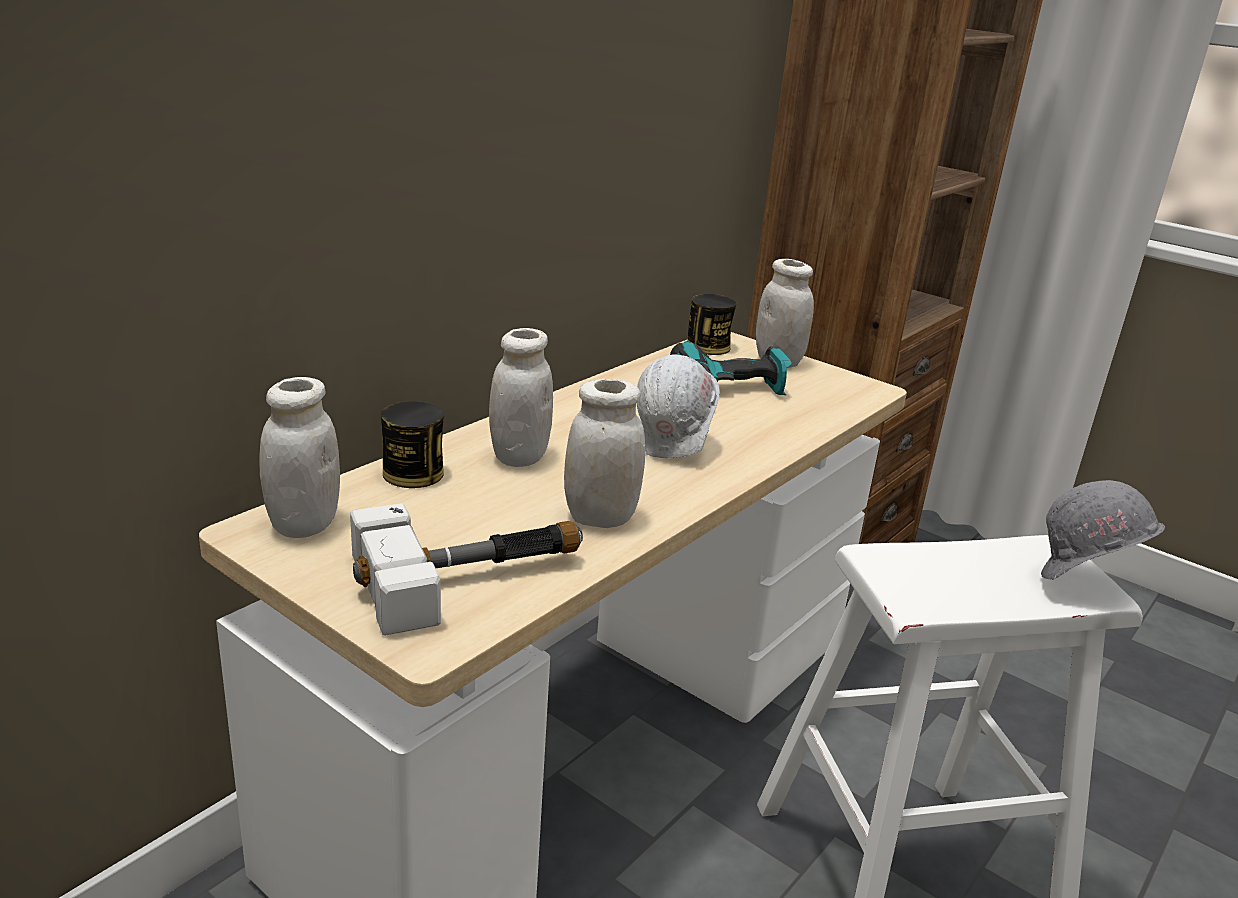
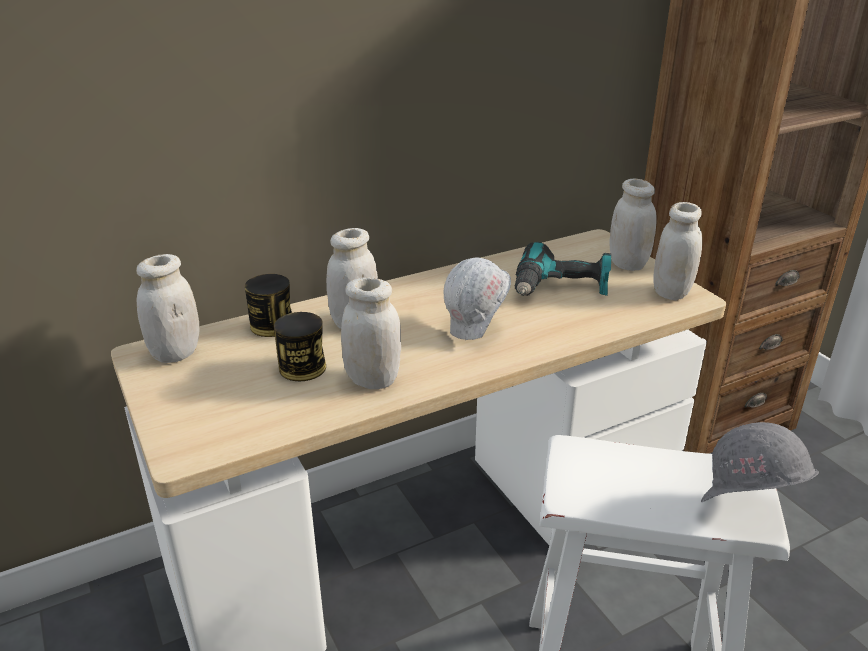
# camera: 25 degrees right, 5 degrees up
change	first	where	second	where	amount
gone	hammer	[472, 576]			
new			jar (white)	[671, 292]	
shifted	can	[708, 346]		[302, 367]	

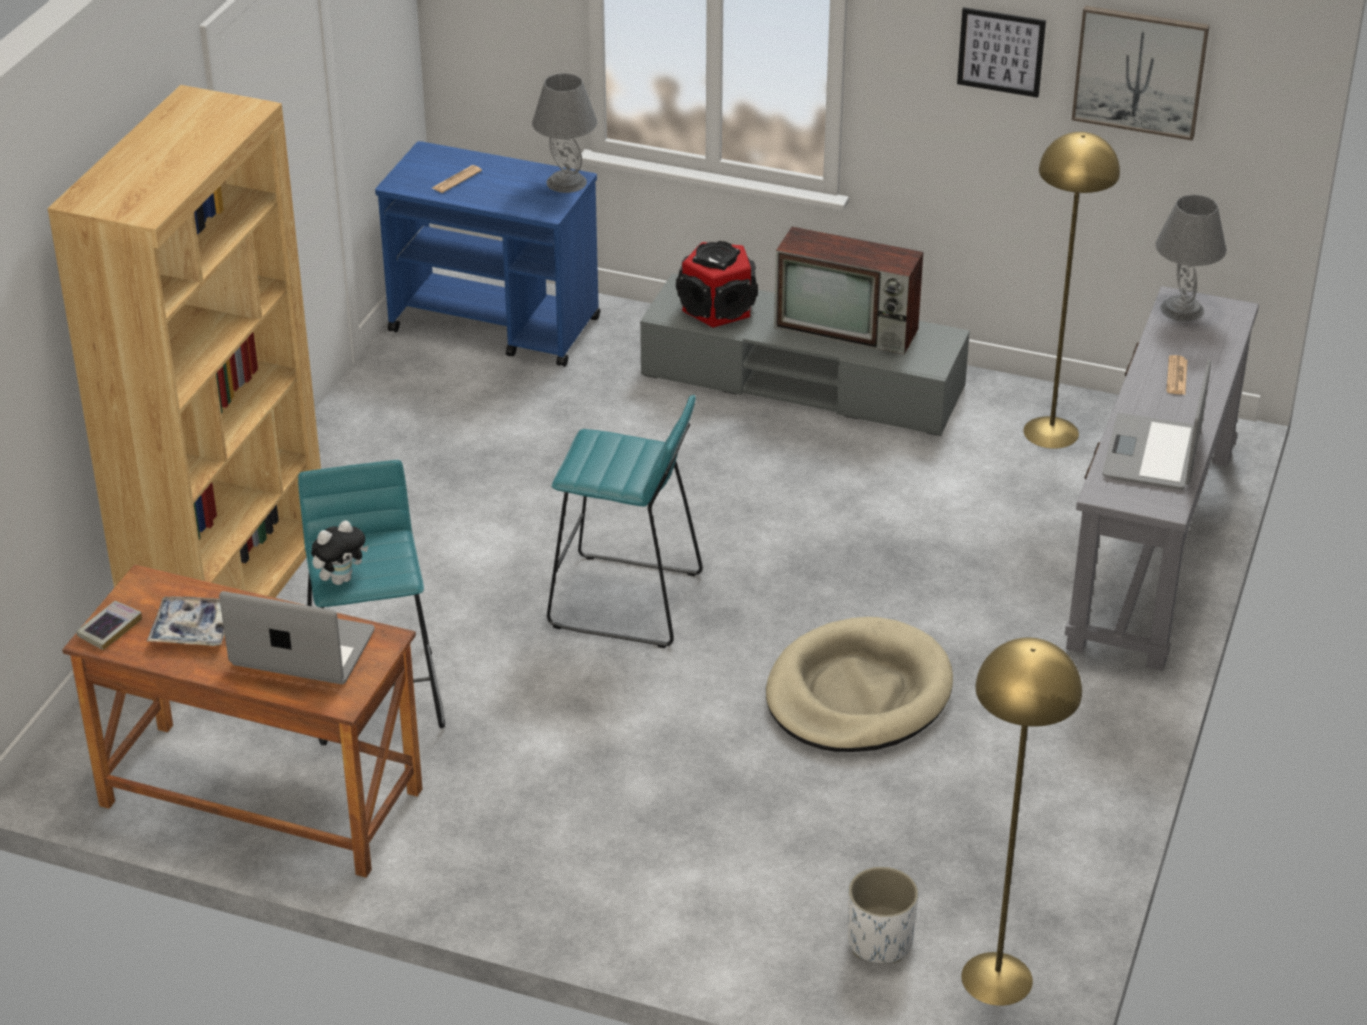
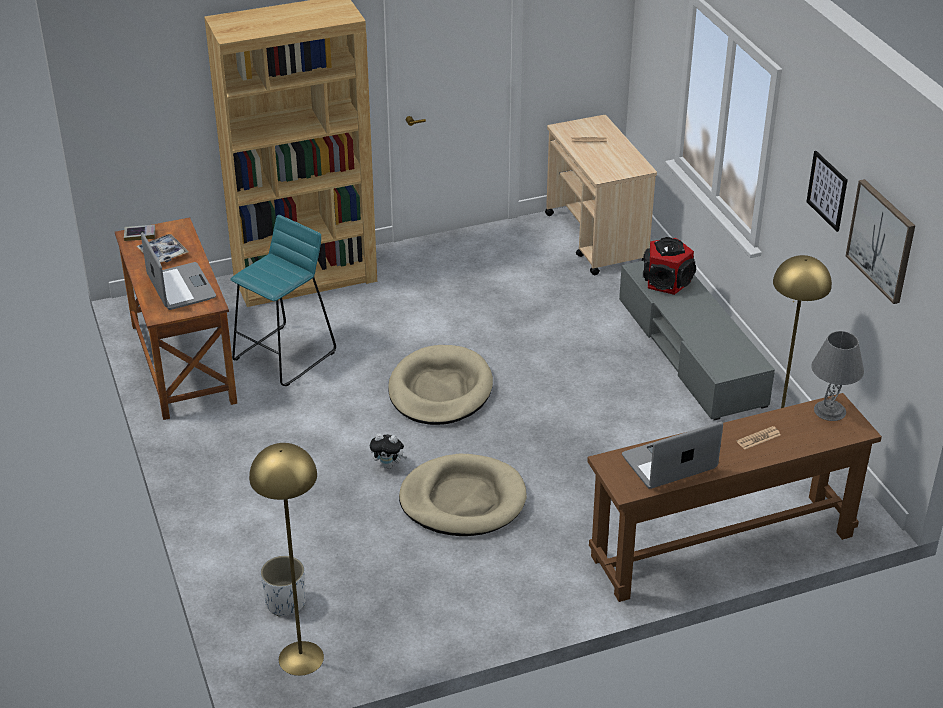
# camera: 50 degrees right, 0 degrees up
change	first	where	second	where	amount
gone	table lamp (grey)	[566, 182]			
gone	television	[849, 328]			
shifted	plush toy	[341, 579]		[388, 465]	
swapped	stool (turquoise)	[626, 601]	dog bed (beige)	[440, 390]	
repainted	cart (blue)	[496, 325]	cart (beige)	[596, 239]	
repainted	console table (grey)	[1151, 548]	console table (brown)	[722, 546]	

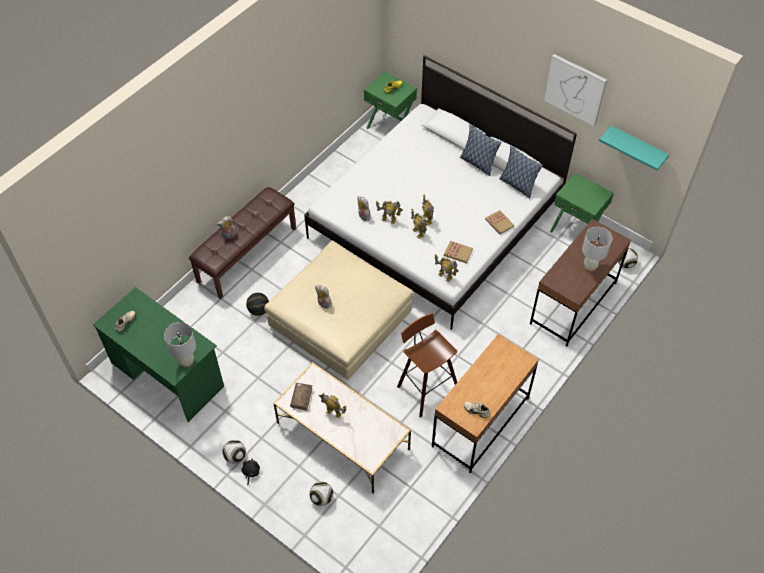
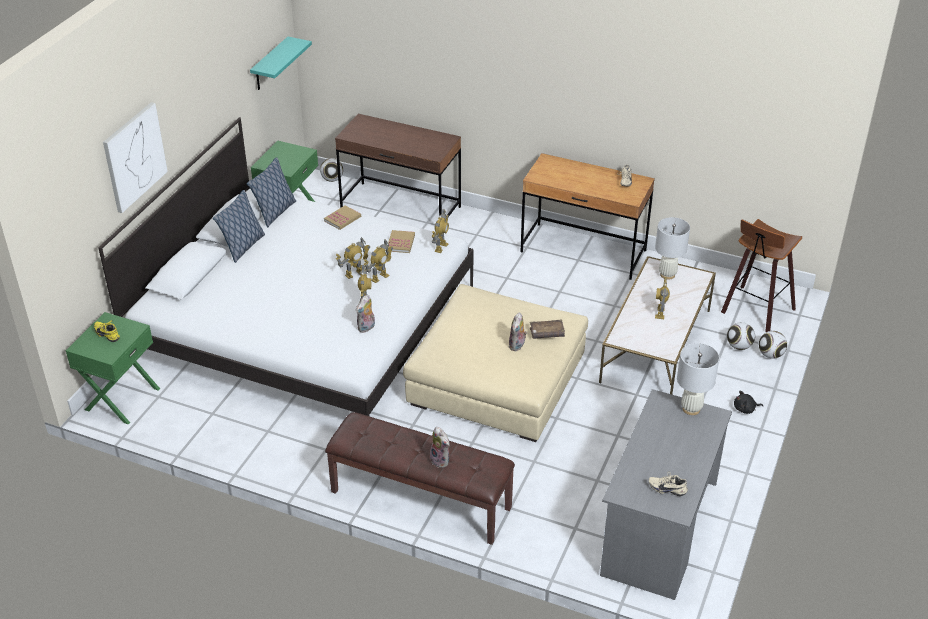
# camera: 105 degrees left, 15 degrees down
change	first	where	second	where	amount
gone	basketball	[258, 310]			
shifted	football	[235, 456]		[770, 355]	
shifted	book (brown)	[301, 398]		[547, 333]	
shifted	stool	[425, 388]		[755, 311]	
shifted	picture	[575, 89]		[134, 157]	
shifted	table lamp (white)	[590, 266]		[667, 274]	
repainted	desk (green)	[167, 374]	desk (grey)	[659, 529]	

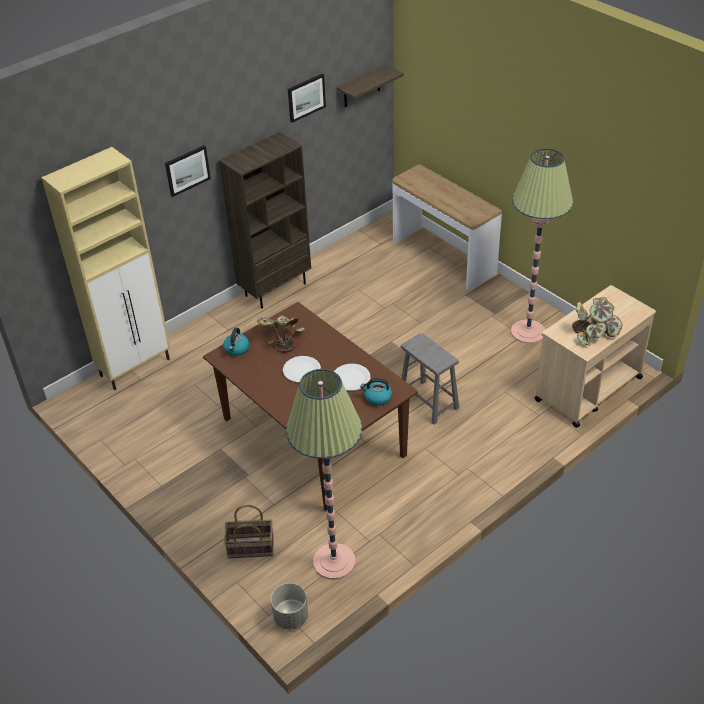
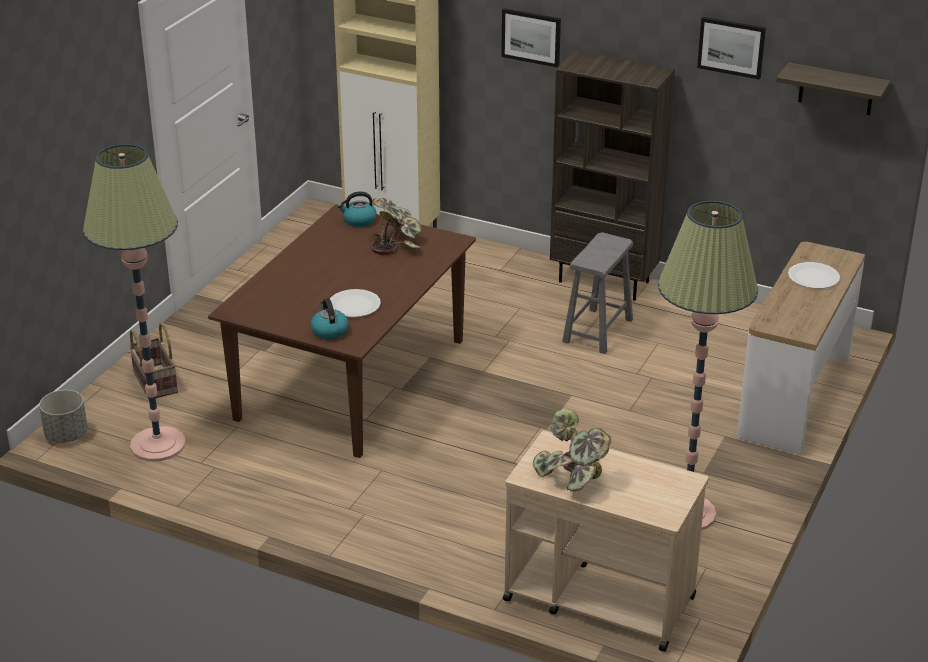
# camera: 65 degrees right, 10 degrees down
change	first	where	second	where	amount
shifted	plate (white)	[301, 370]		[813, 277]	
shifted	stool (grey)	[428, 402]		[598, 331]	

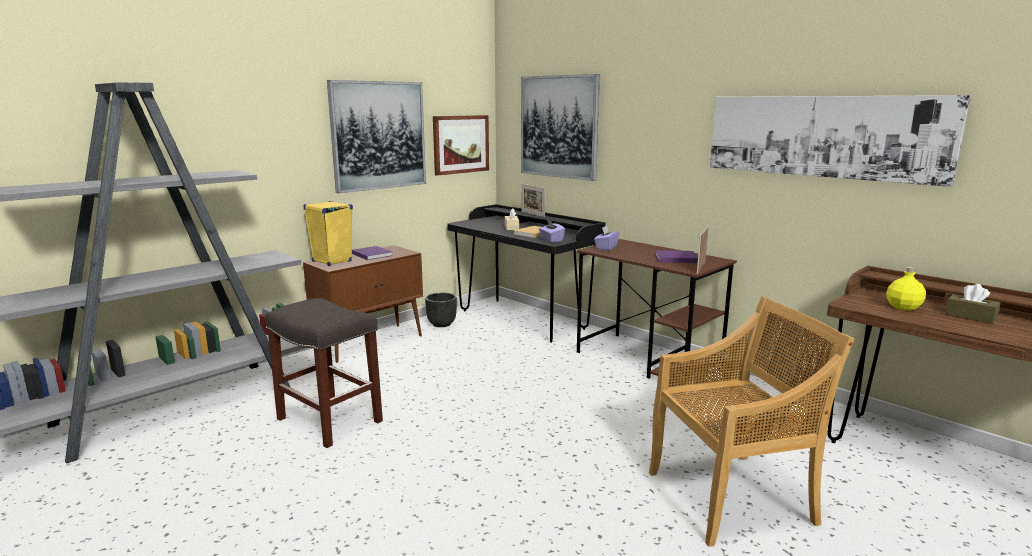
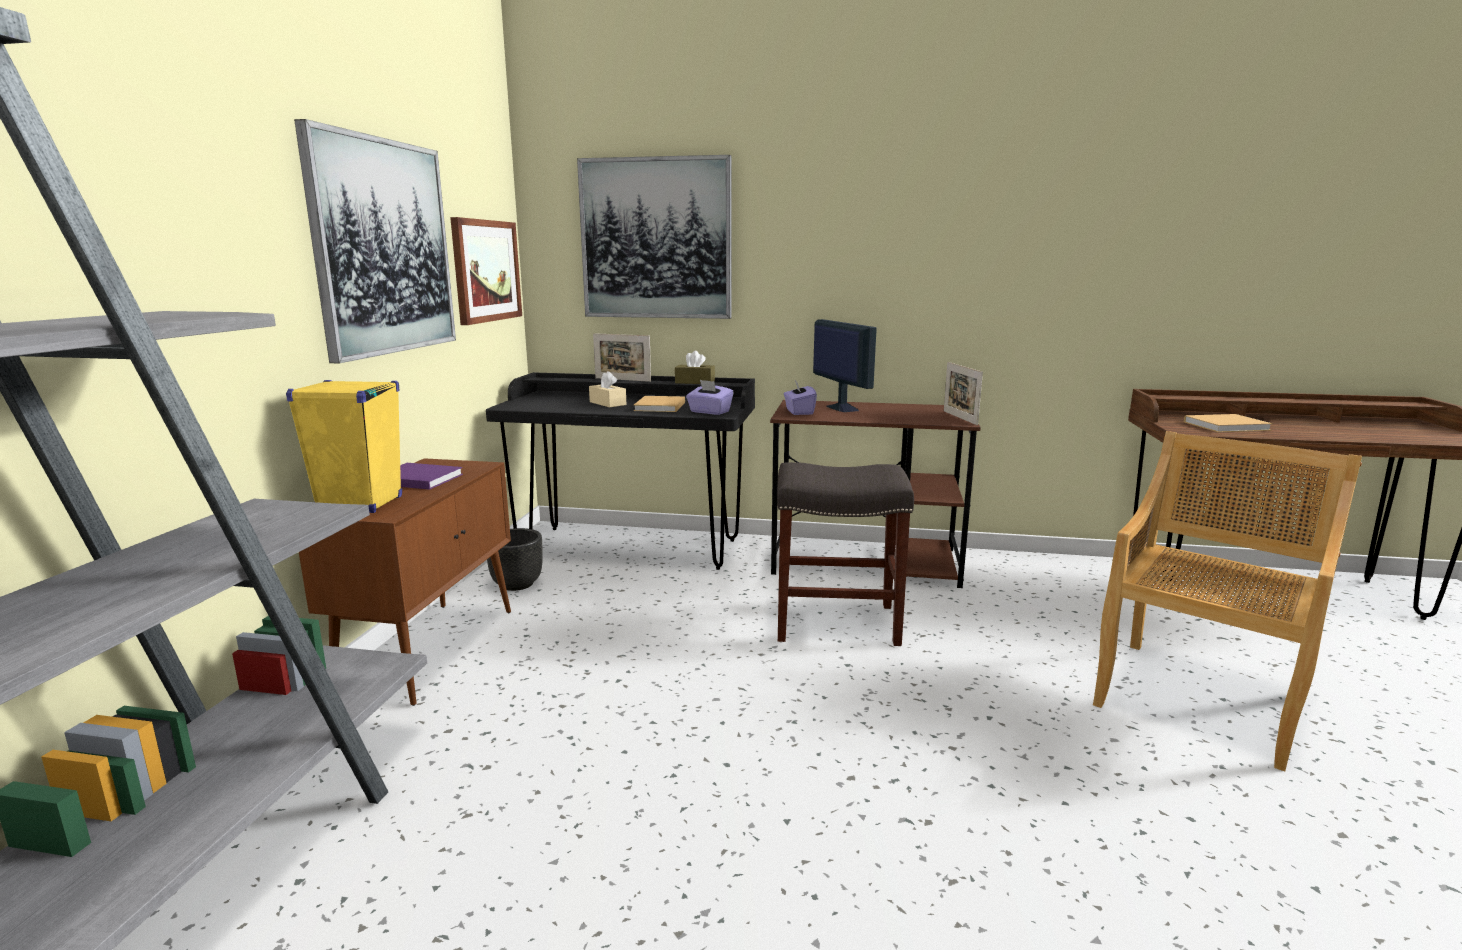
# camera: 35 degrees left, 0 degrees up
change	first	where	second	where	amount
gone	book (purple)	[675, 258]			
gone	picture	[822, 136]			
new			monitor	[841, 408]	
shifted	stool (grey)	[328, 420]		[834, 623]	
shifted	tissue box (brown)	[970, 316]		[695, 382]	
swapped	bottle (yellow)	[904, 307]	book (beige)	[1228, 426]	

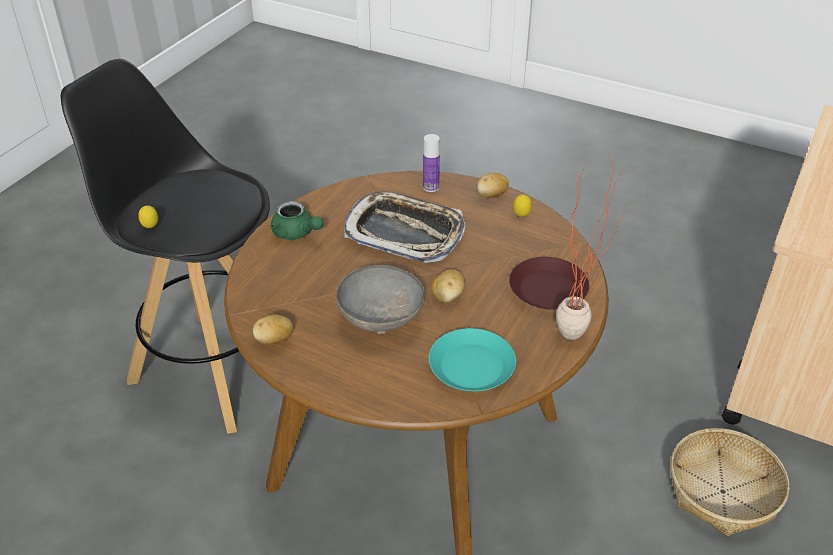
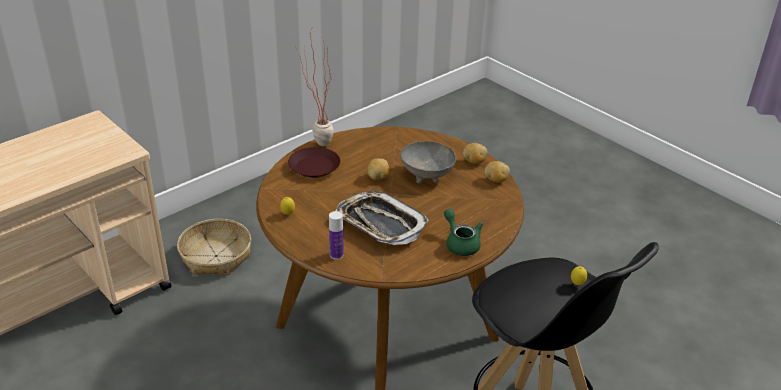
# camera: 160 degrees left, 5 degrees down
change	first	where	second	where	amount
gone	plate (turquoise)	[471, 366]			
shifted	potato	[491, 196]		[474, 161]	

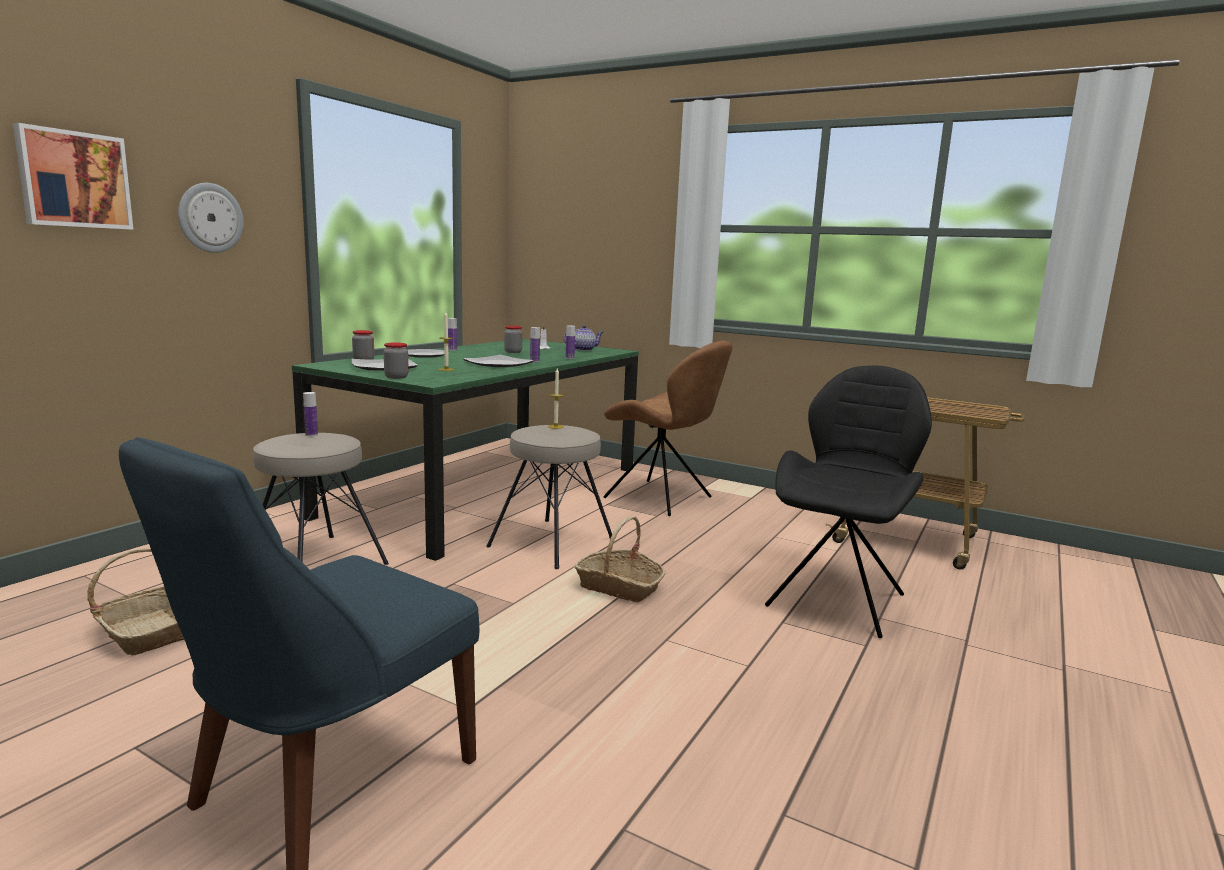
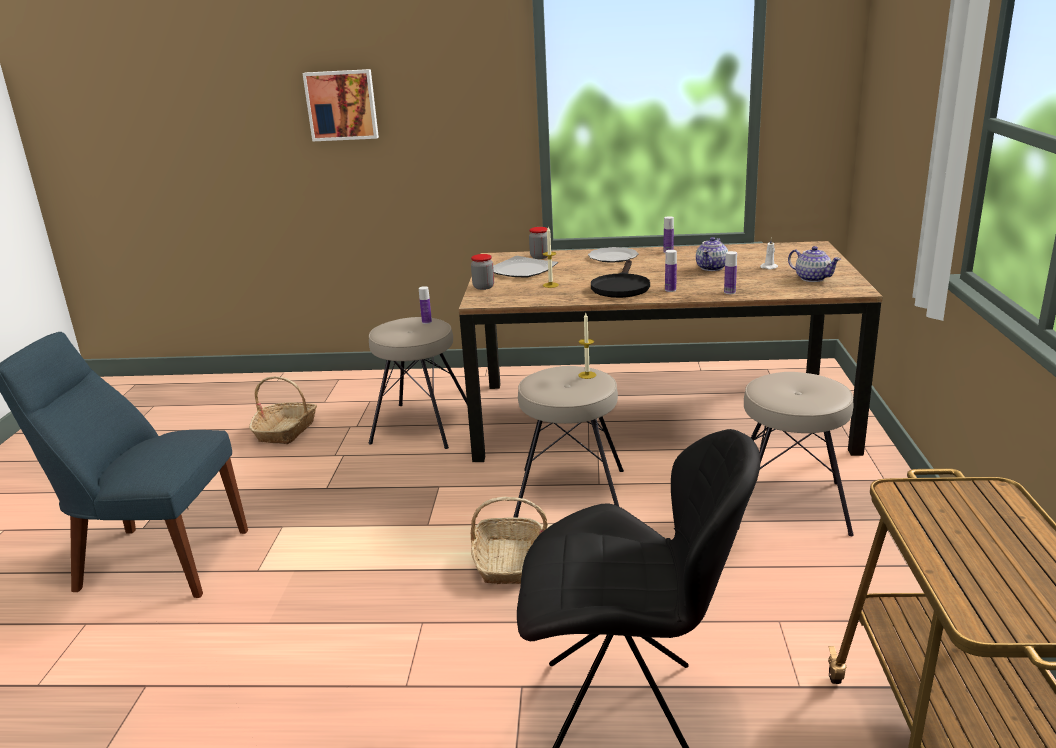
# camera: 65 degrees right, 10 degrees up
change	first	where	second	where	amount
gone	wall clock	[210, 218]			
swapped	plate	[498, 364]	frying pan (black)	[620, 287]	
swapped	jar	[513, 352]	teapot	[712, 268]	
swapped	chair (brown)	[661, 499]	stool (beige)	[789, 506]	
repainted	dining table (green)	[488, 491]	dining table (brown)	[656, 416]	

